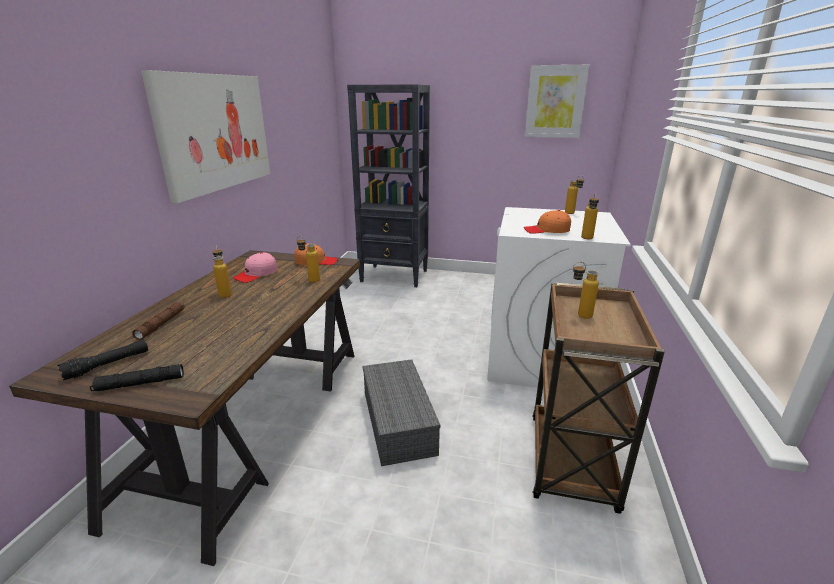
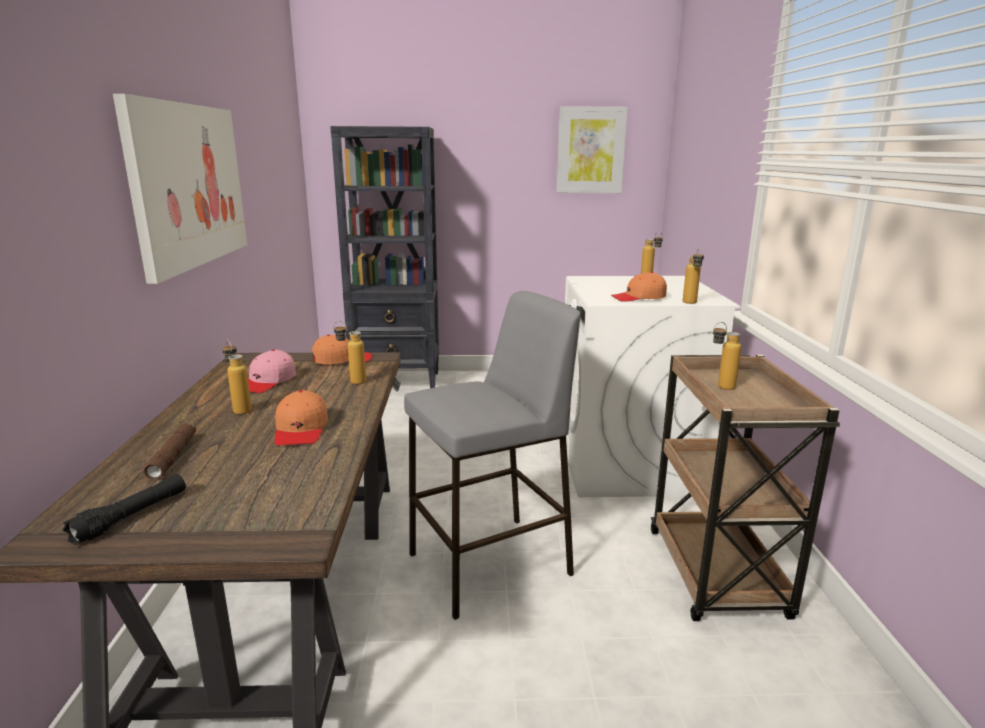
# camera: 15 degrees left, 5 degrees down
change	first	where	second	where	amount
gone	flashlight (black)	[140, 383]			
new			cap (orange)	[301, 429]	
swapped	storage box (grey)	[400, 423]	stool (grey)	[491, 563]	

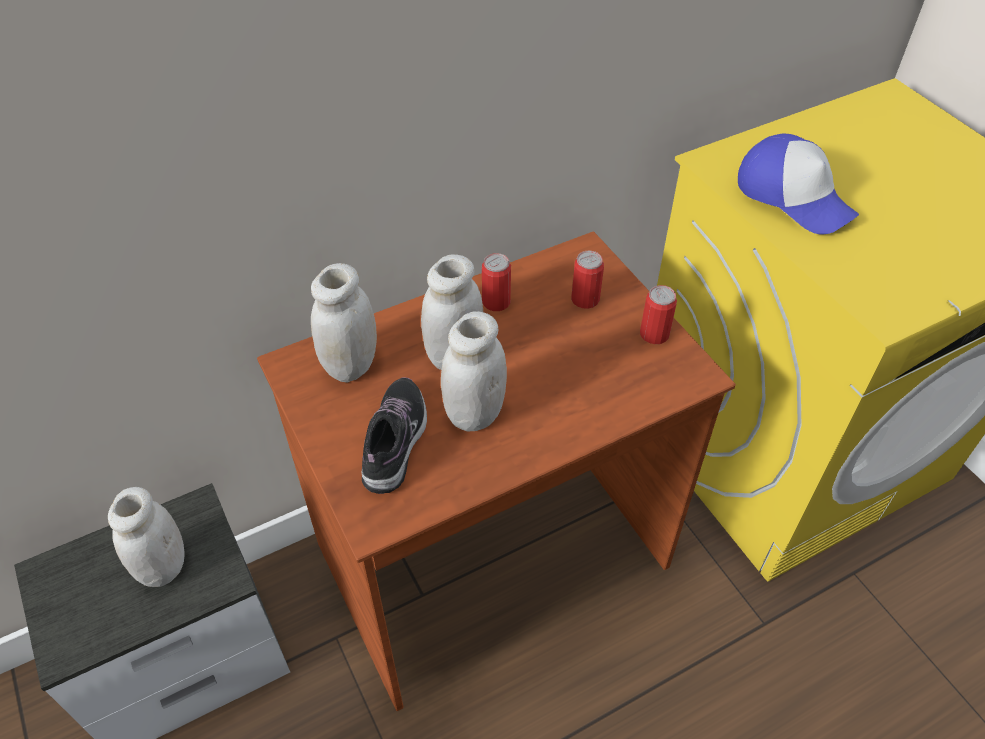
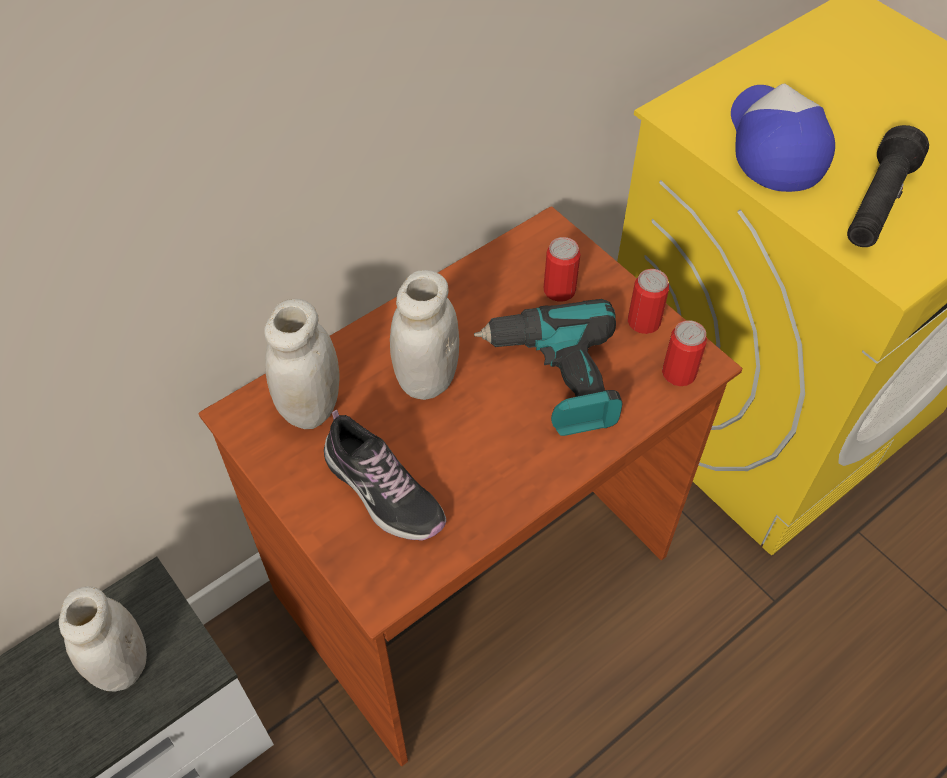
# camera: 10 degrees left, 5 degrees up
change	first	where	second	where	amount
gone	jar (white)	[474, 413]			
new			power drill	[556, 378]	
new			flashlight (black)	[877, 205]	
shifted	can	[496, 302]		[679, 373]	
rotated	shoe	[395, 441]		[383, 491]	135 degrees clockwise
rotated	cap	[794, 196]		[773, 145]	135 degrees counterclockwise

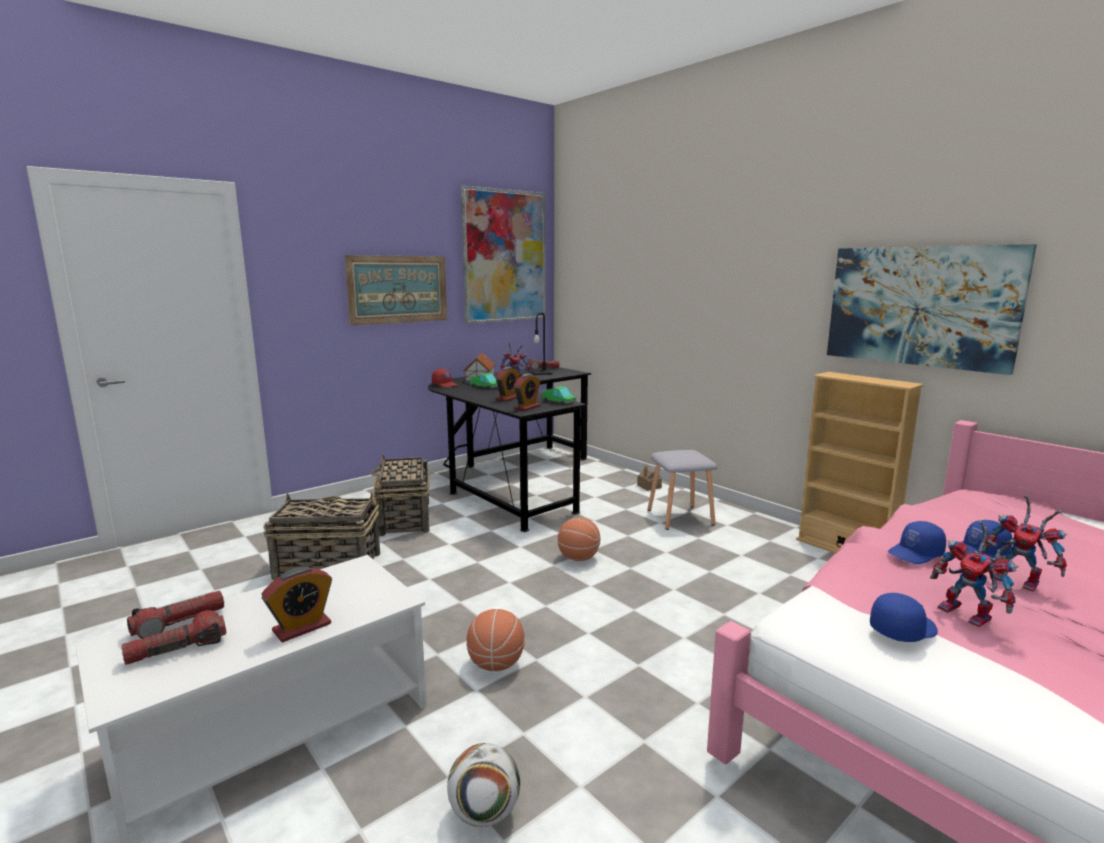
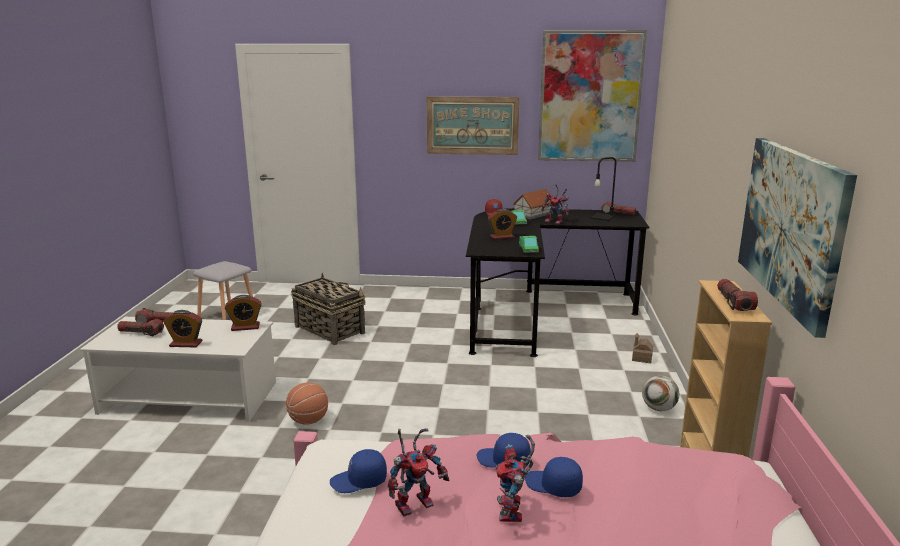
# camera: 45 degrees right, 5 degrees up
change	first	where	second	where	amount
gone	basket	[405, 519]			
gone	basketball	[578, 558]			
new			flashlight	[733, 302]	
shifted	football	[484, 813]		[658, 408]	
shifted	alarm clock	[527, 407]		[245, 327]	
shifted	stool (grey)	[679, 517]		[226, 317]	
rotated	cap (blue)	[902, 629]		[359, 481]	150 degrees clockwise
rotated	toy robot	[970, 615]		[415, 502]	135 degrees counterclockwise

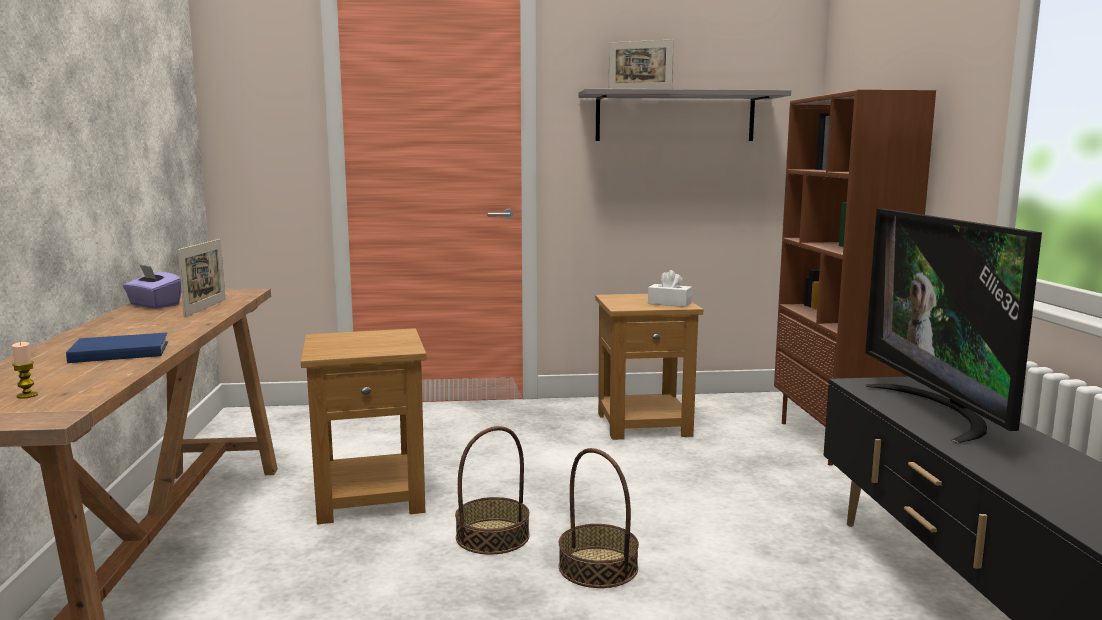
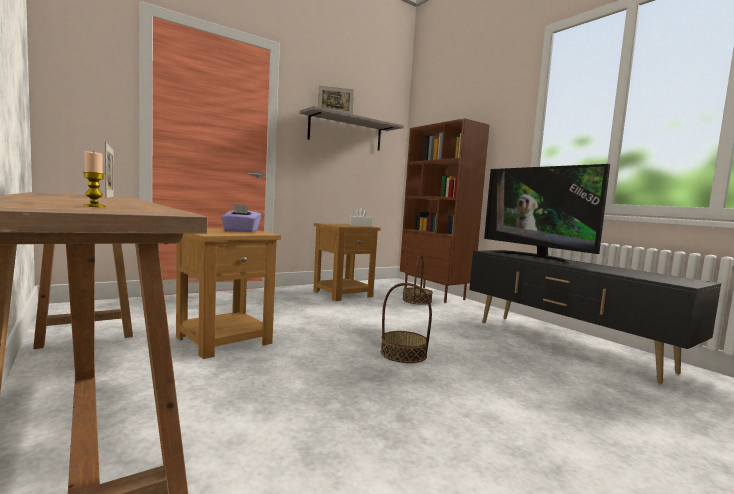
# camera: 30 degrees left, 5 degrees down
change	first	where	second	where	amount
gone	book (blue)	[117, 352]			
shifted	tissue box (purple)	[154, 305]		[240, 231]	
shifted	basket	[492, 536]		[416, 300]	

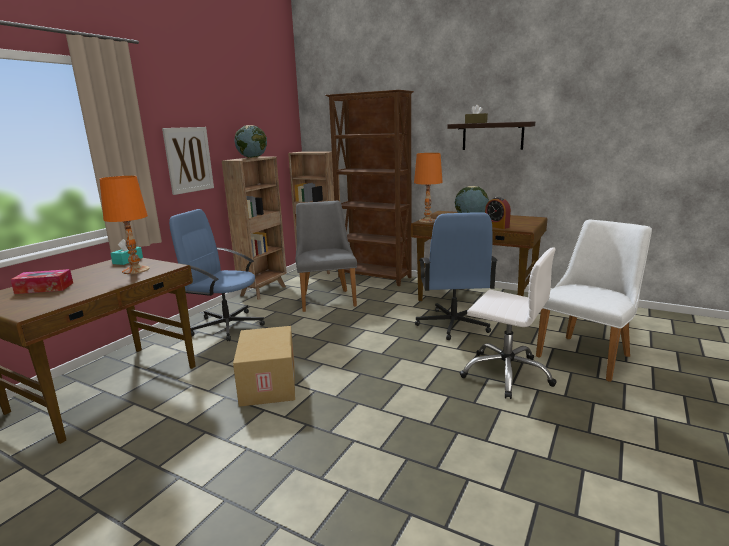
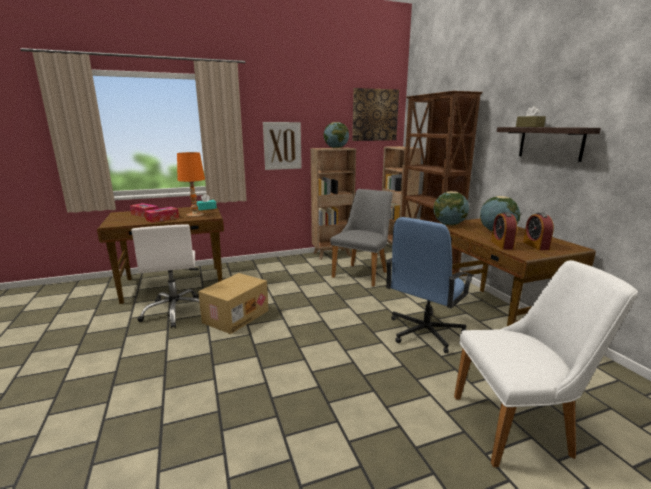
# camera: 40 degrees right, 0 degrees up
change	first	where	second	where	amount
gone	office chair (blue)	[226, 325]			
new			tissue box	[162, 218]	
new			picture	[375, 115]	
new			alarm clock	[536, 245]	
shifted	office chair (white)	[506, 373]		[176, 311]	
swapped	table lamp (orange)	[428, 221]	globe	[449, 224]	

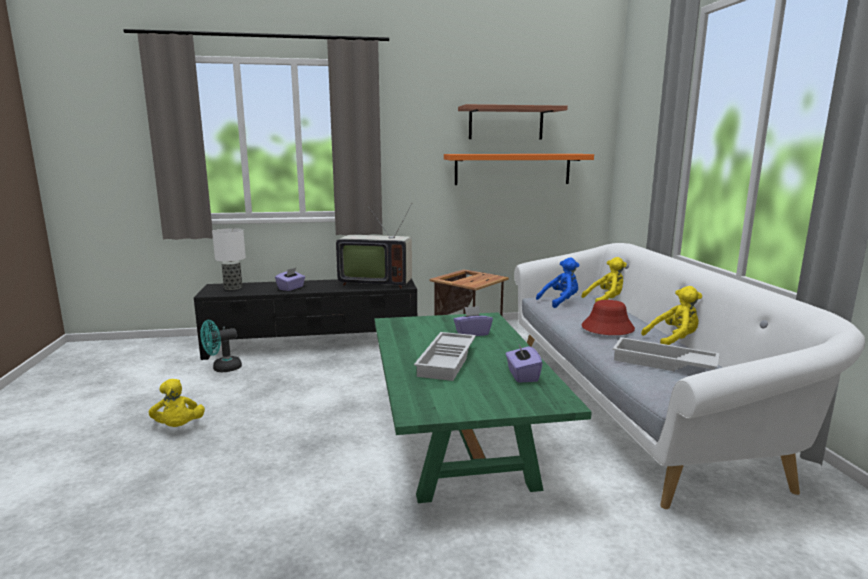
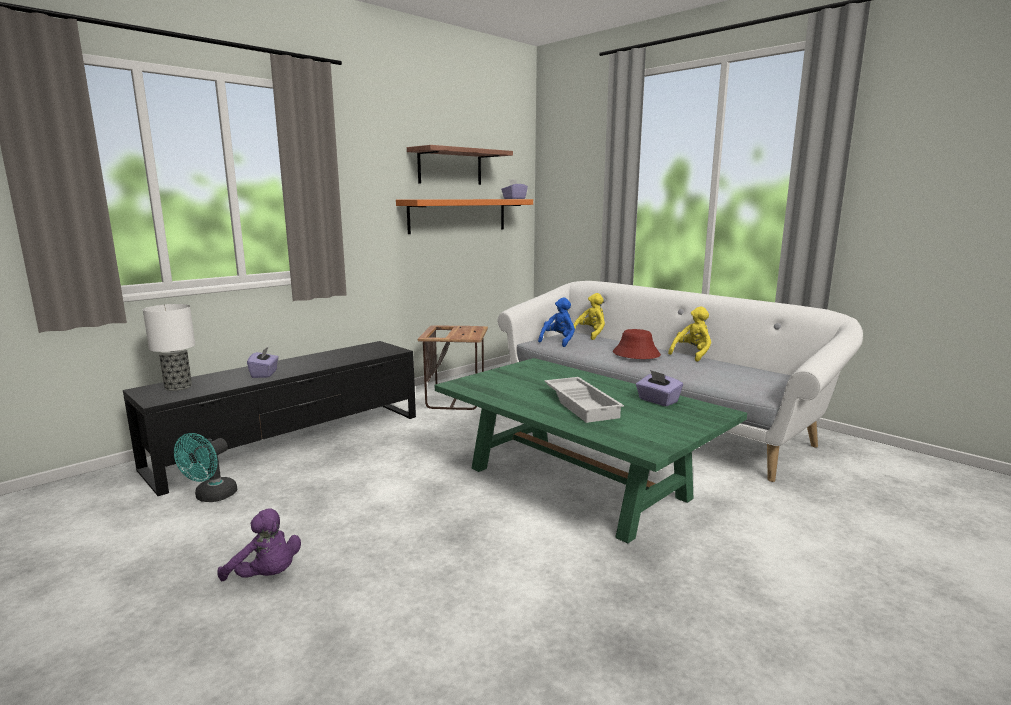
# camera: 35 degrees left, 0 degrees up
change	first	where	second	where	amount
gone	television	[375, 282]			
gone	tray (white)	[662, 363]			
shifted	tissue box (purple)	[472, 333]		[514, 199]	
repainted	plush toy (yellow)	[178, 427]	plush toy (purple)	[266, 576]	

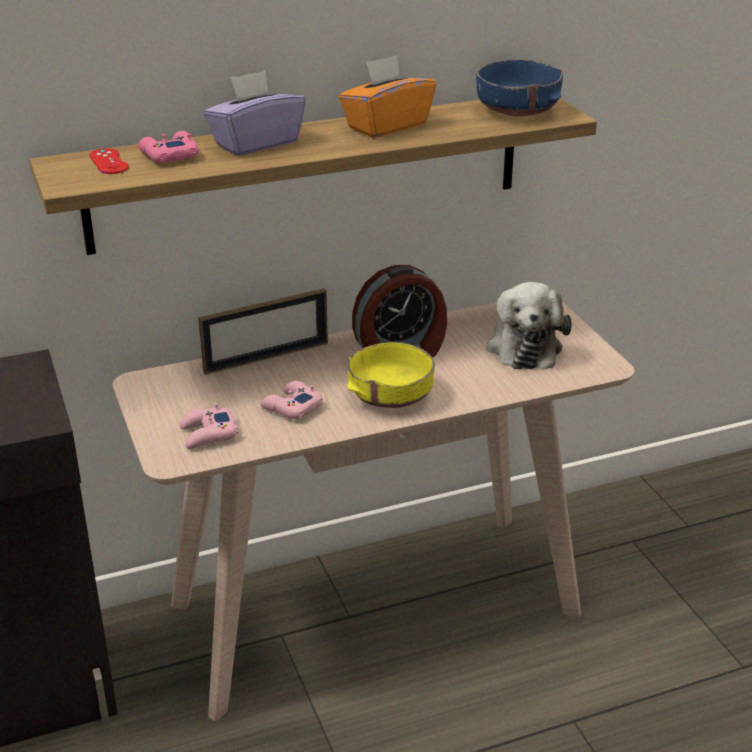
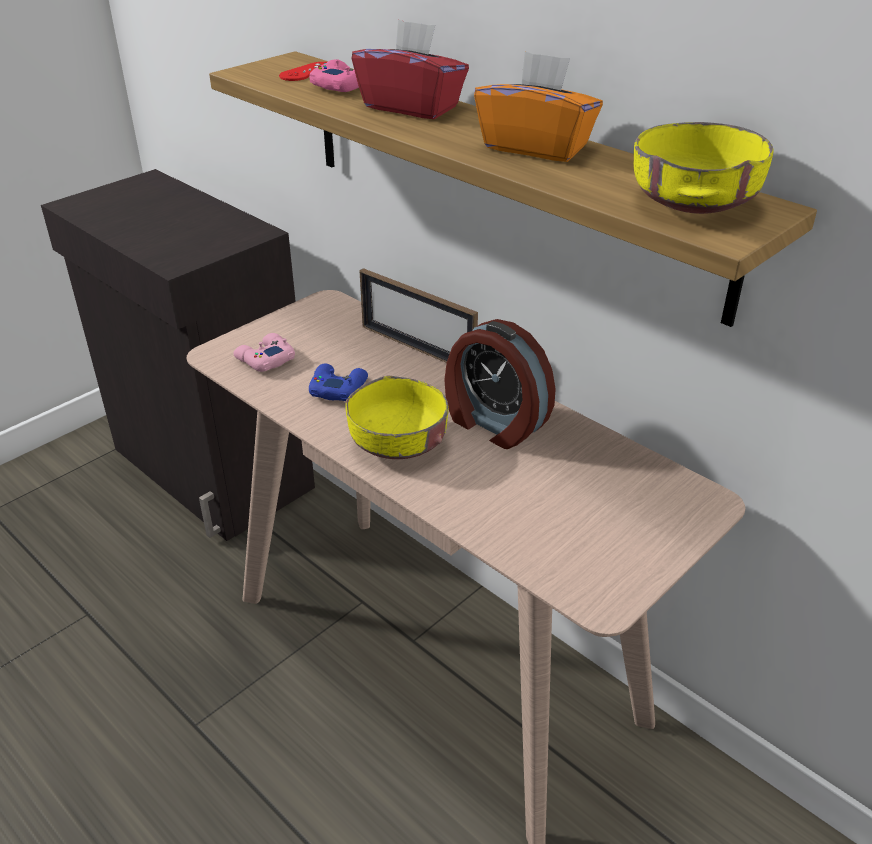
# camera: 65 degrees right, 5 degrees up
change	first	where	second	where	amount
gone	plush toy	[524, 346]			
repainted	tissue box (purple)	[256, 143]	tissue box (red)	[411, 107]	
repainted	game controller (pink)	[291, 407]	game controller (blue)	[338, 388]	
repainted	bowl (blue)	[516, 111]	bowl (yellow)	[693, 202]	

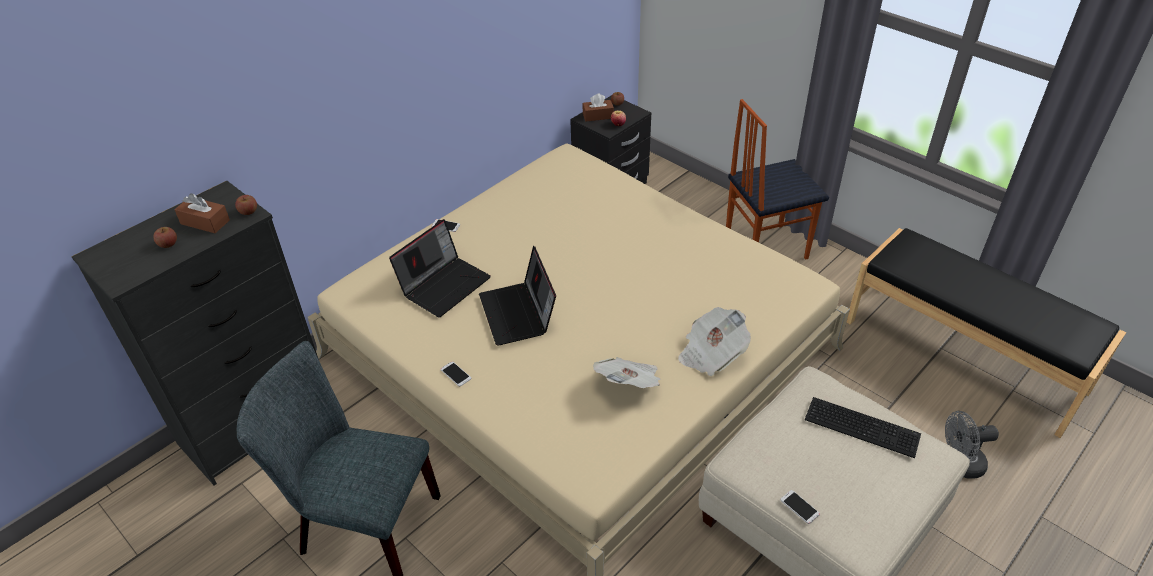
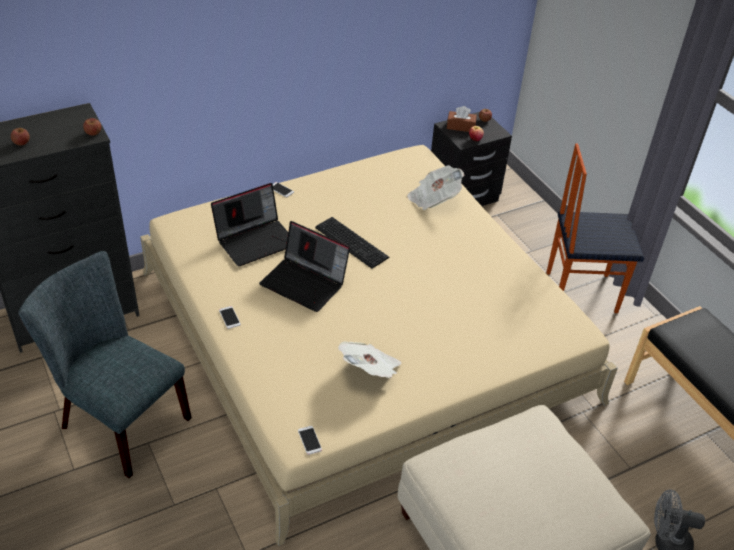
# camera: 15 degrees right, 0 degrees up
change	first	where	second	where	amount
gone	tissue box (brown)	[205, 222]			
shifted	newspaper	[711, 354]		[433, 198]	
shifted	phone	[799, 507]		[309, 440]	
shifted	keyboard	[861, 425]		[352, 241]	
rotated	laptop	[519, 314]		[305, 283]	60 degrees counterclockwise

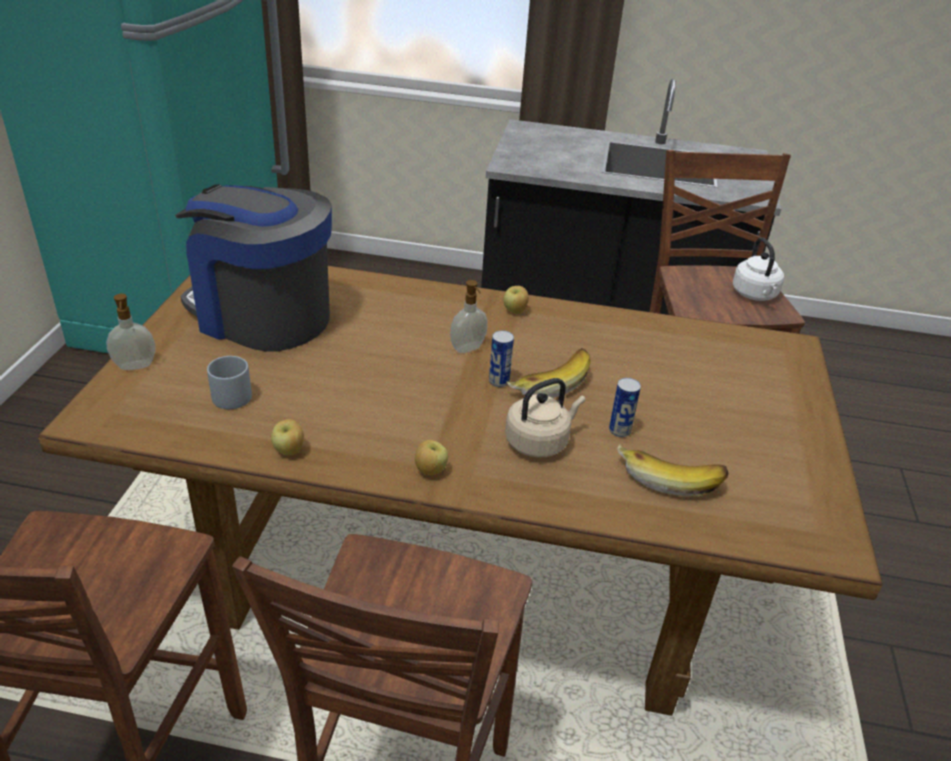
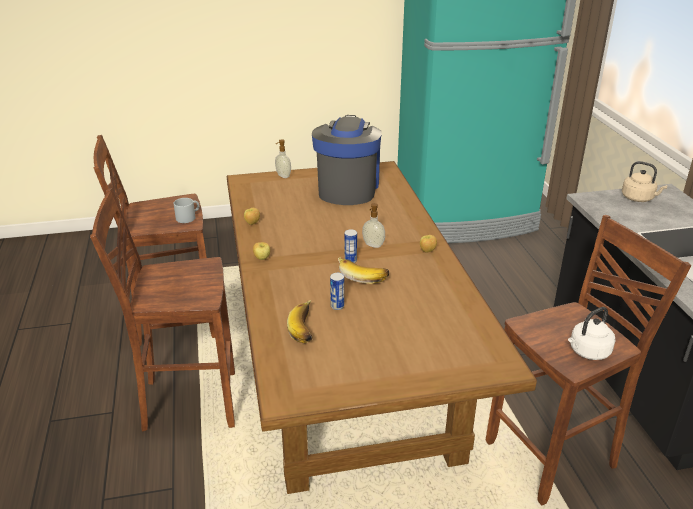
# camera: 70 degrees right, 5 degrees down
change	first	where	second	where	amount
shifted	mug (grey)	[229, 393]		[188, 217]	
shifted	kettle (beige)	[539, 442]		[639, 198]	

